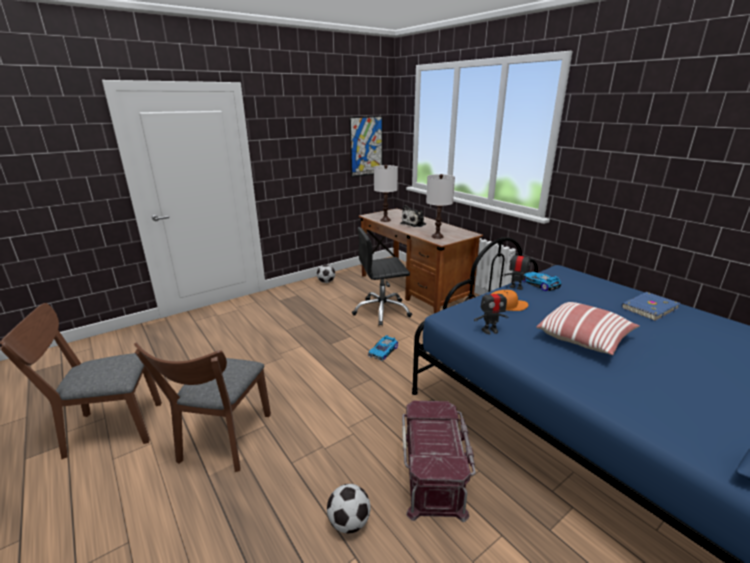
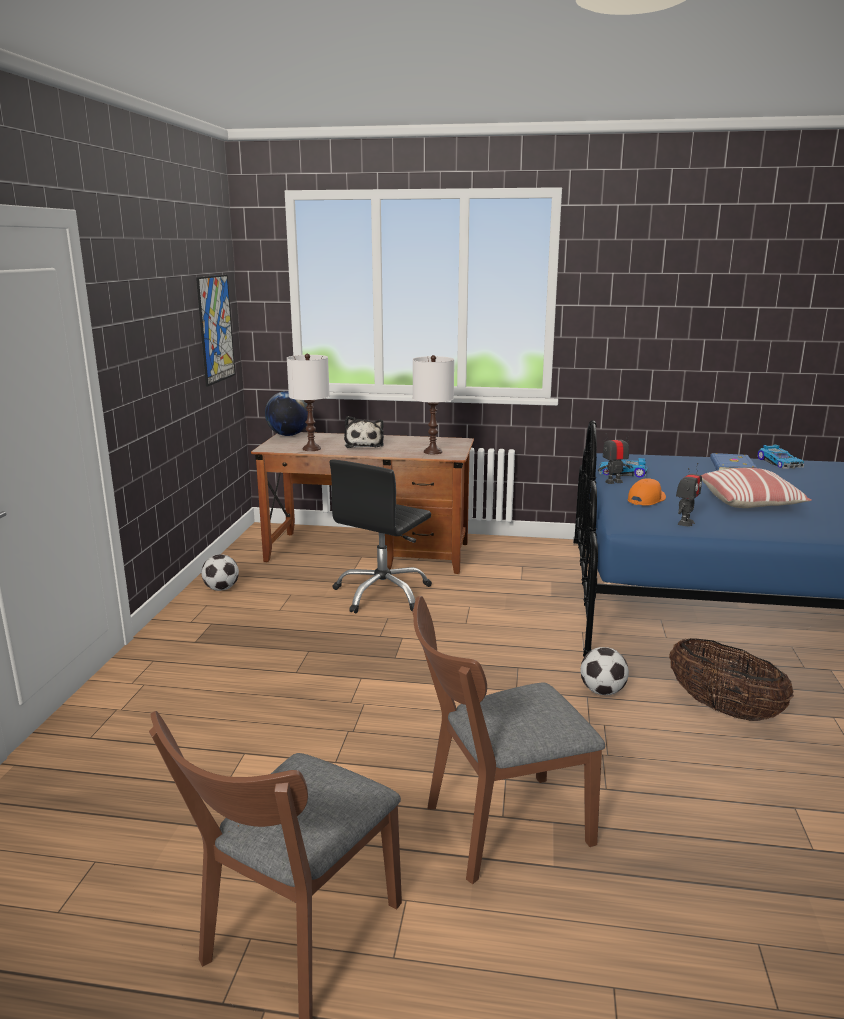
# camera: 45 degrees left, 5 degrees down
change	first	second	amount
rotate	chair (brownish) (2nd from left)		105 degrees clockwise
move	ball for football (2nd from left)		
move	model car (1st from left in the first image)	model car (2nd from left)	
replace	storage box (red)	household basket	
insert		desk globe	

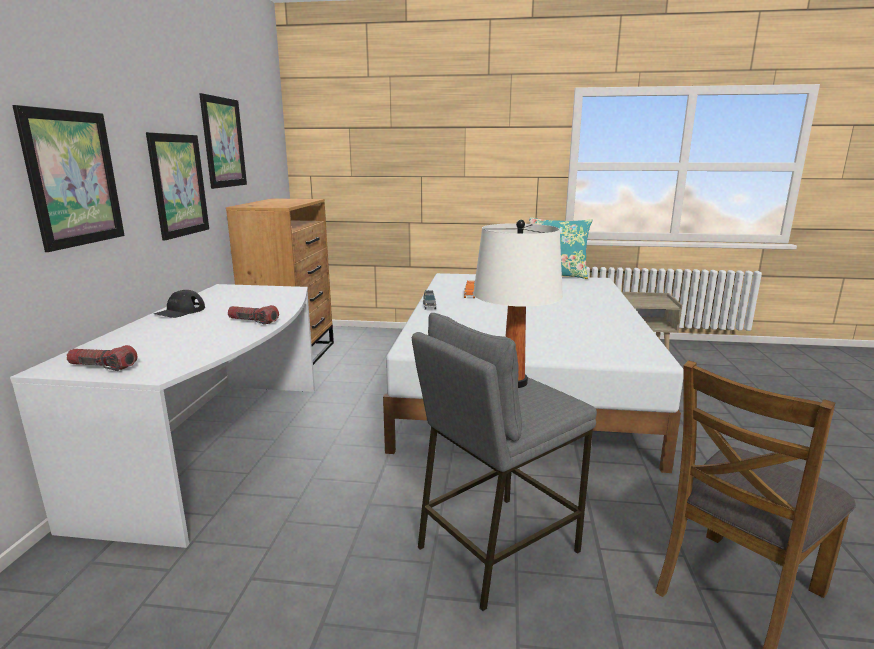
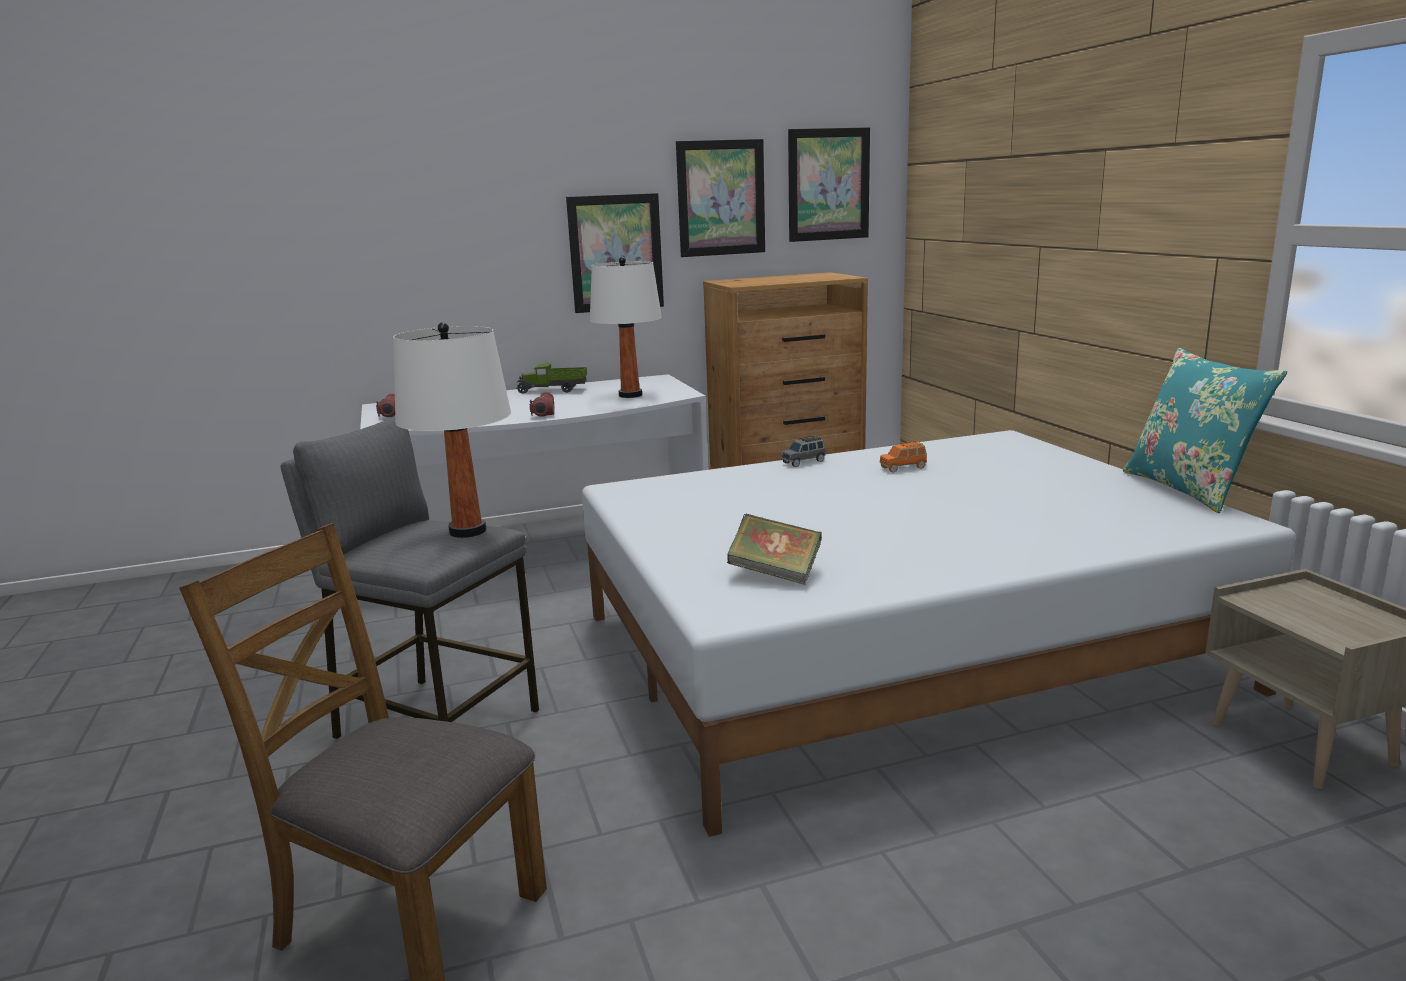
# camera: 65 degrees right, 0 degrees up
change	first	second	amount
move	picture (1st from left in the first image)	picture (3rd from left)	
replace	cap (blackish)	model truck	
insert		lamp for a table (white) (2nd from left)	
insert		bound book	

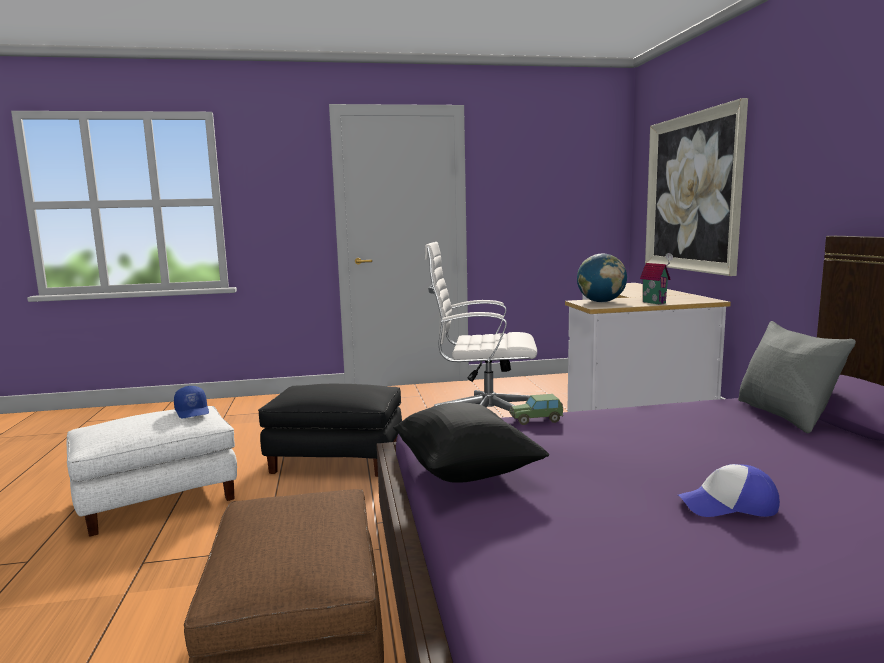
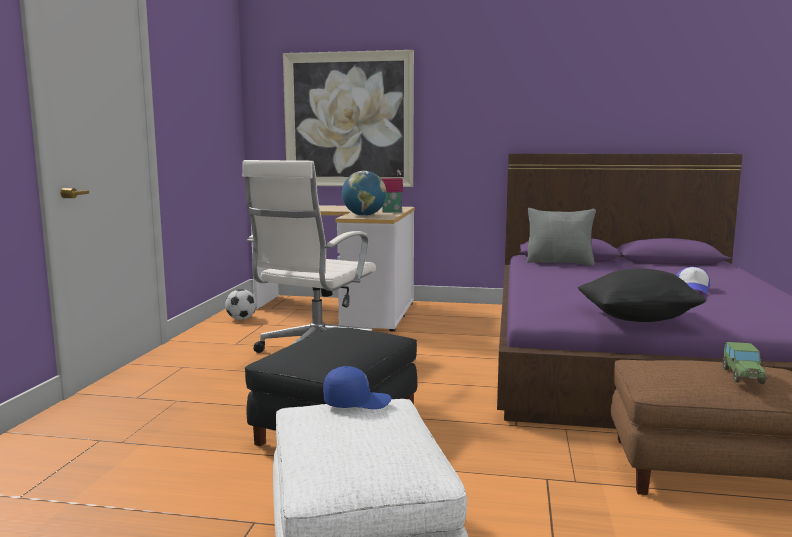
# camera: 70 degrees left, 0 degrees up
change	first	second	amount
move	model car		
insert		ball for football	

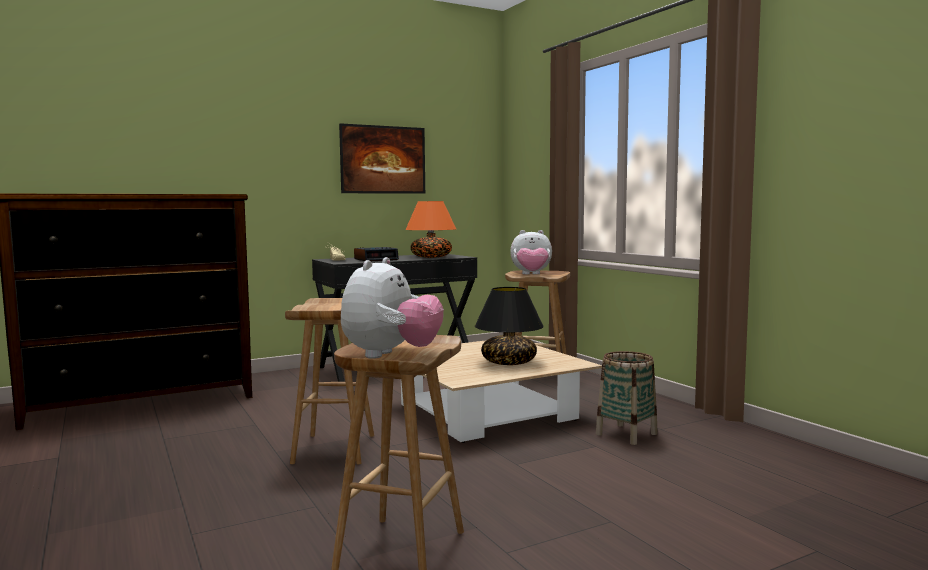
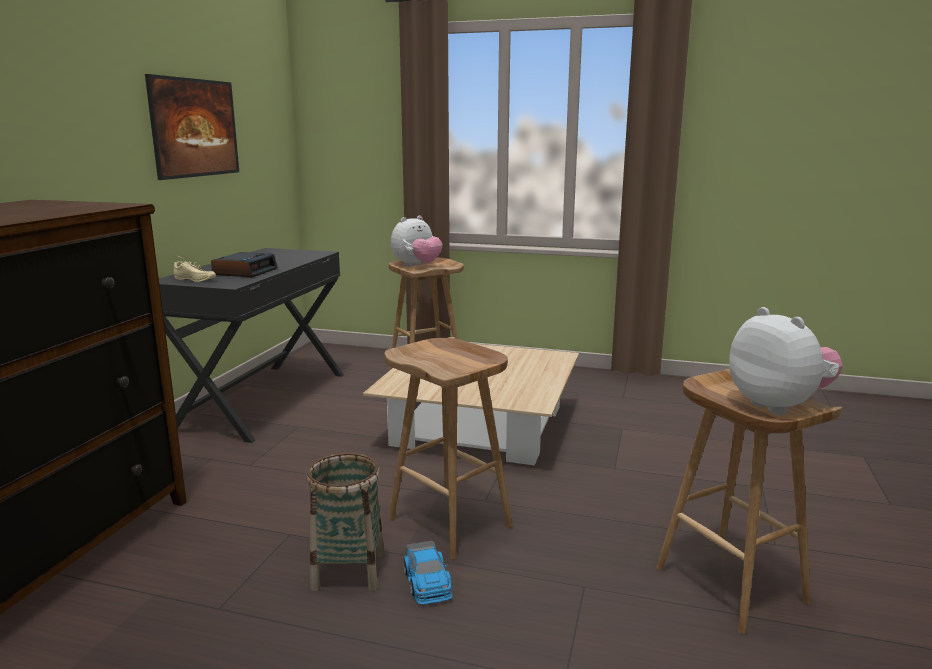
# camera: 45 degrees left, 10 degrees up
change	first	second	amount
delete	lamp for a table (orangey)		
delete	lamp for a table (blackish)		
move	household basket		
insert		model car	

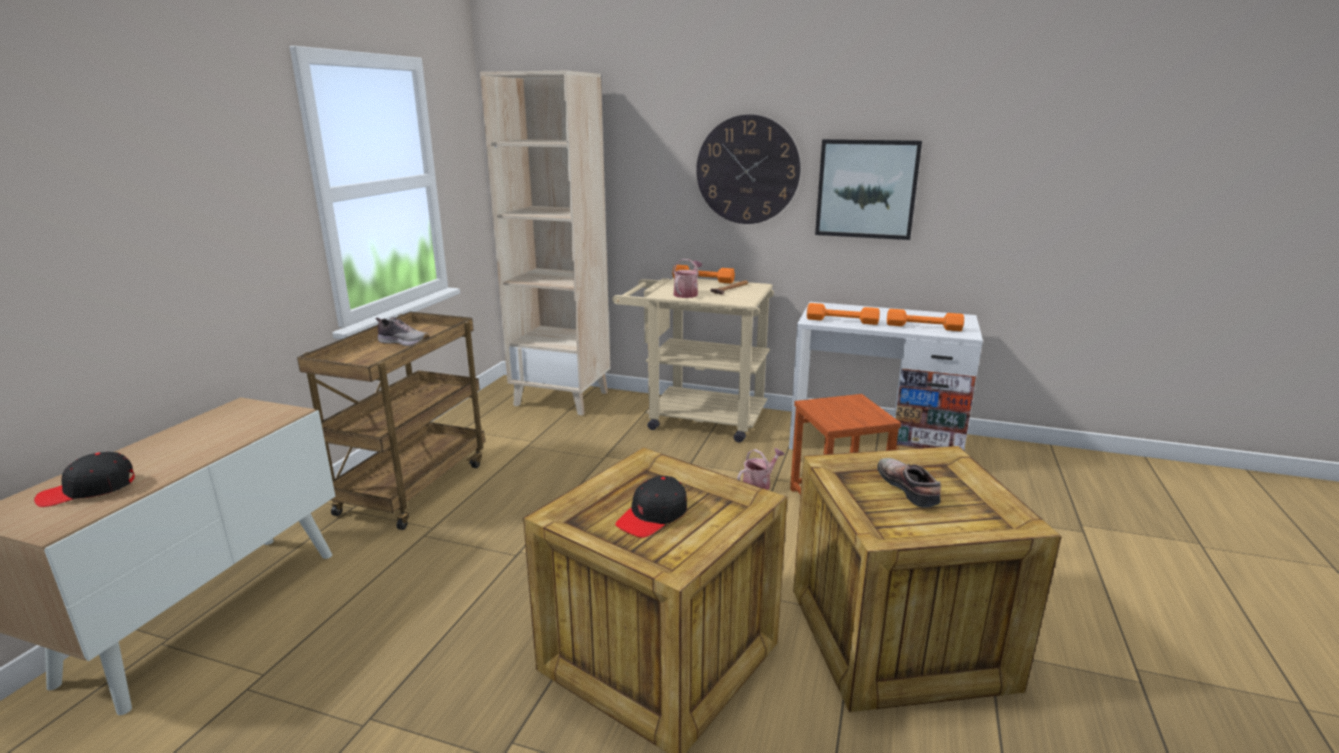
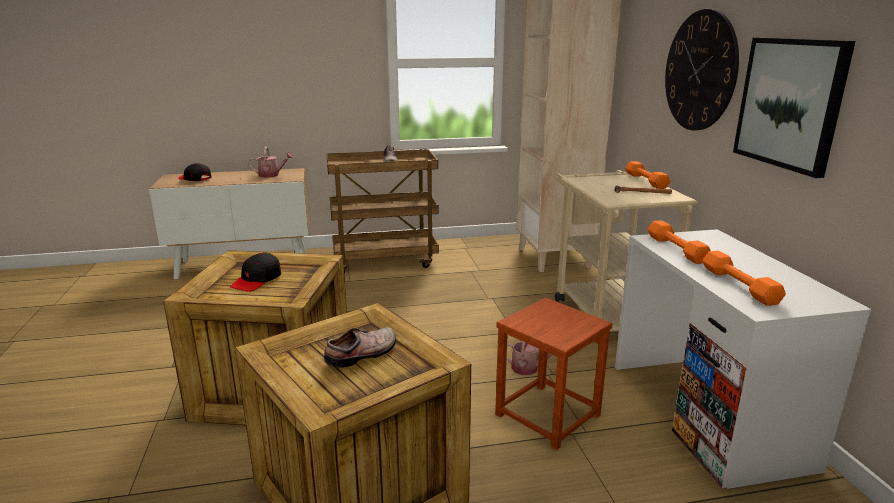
# camera: 60 degrees right, 0 degrees up
change	first	second	amount
rotate	cap (blackish) (2nd from left)		75 degrees counterclockwise
move	watering can (1st from left)		

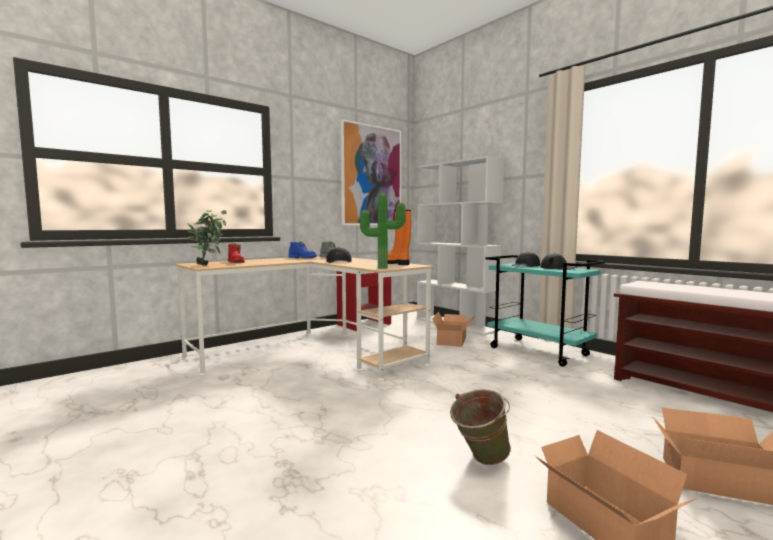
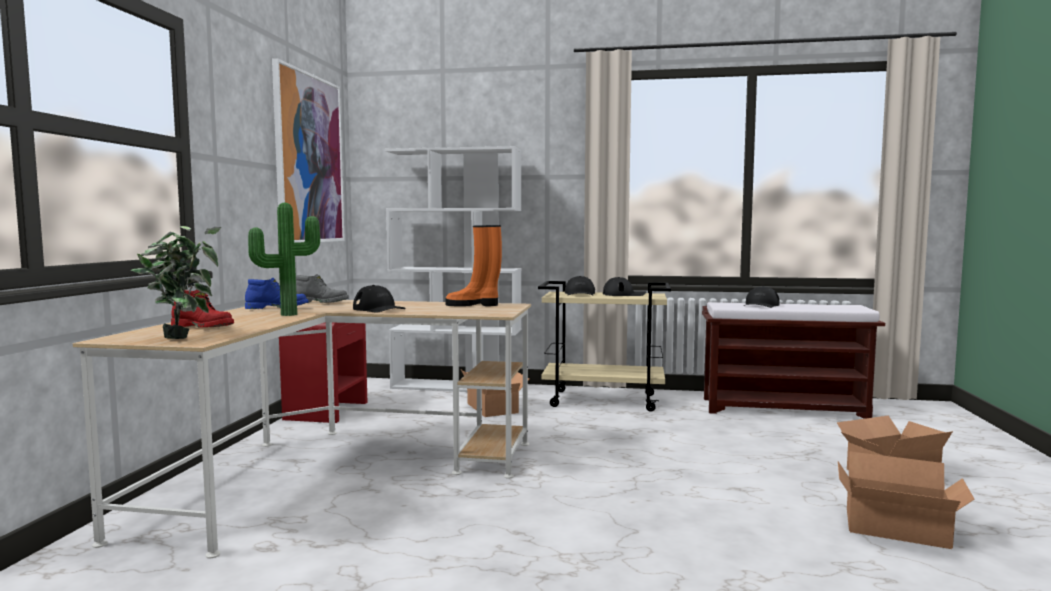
# camera: 40 degrees left, 0 degrees up
change	first	second	amount
move	plant in a pot (2nd from left)		
delete	water bucket (greenish)		
recolor	trolley (blue-green)	trolley (beige-coloured)	
insert		cap (blackish) (4th from left)	

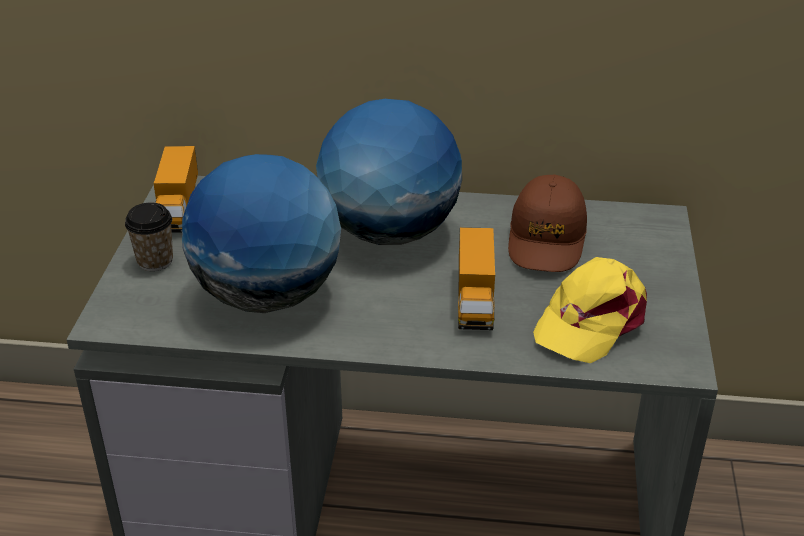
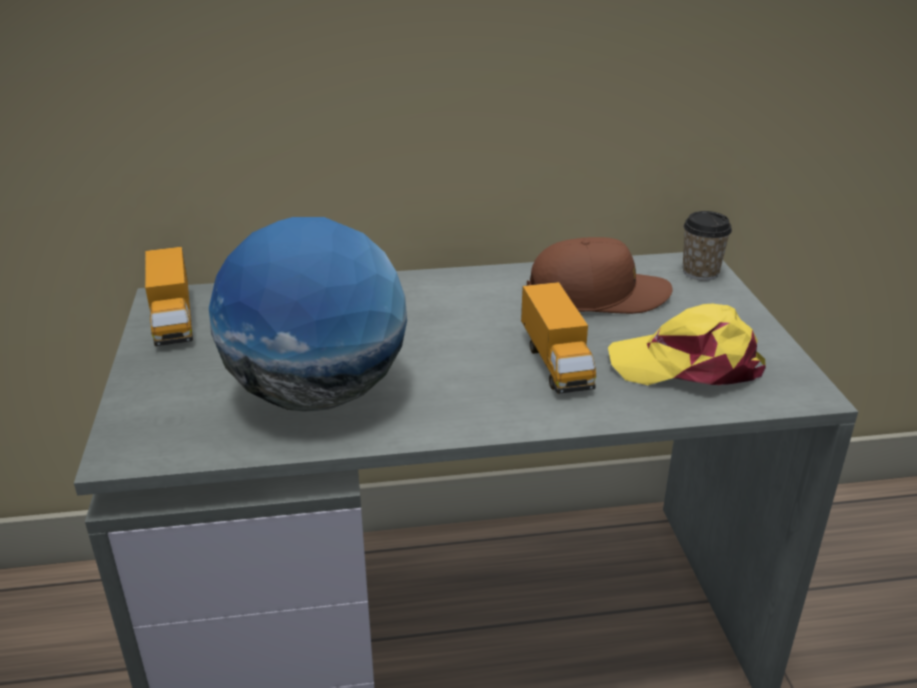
# camera: 15 degrees left, 5 degrees down
change	first	second	amount
move	drinking cup		
delete	desk globe (2nd from left)		
rotate	cap (brownish)		90 degrees counterclockwise
rotate	cap (yellow)		75 degrees clockwise

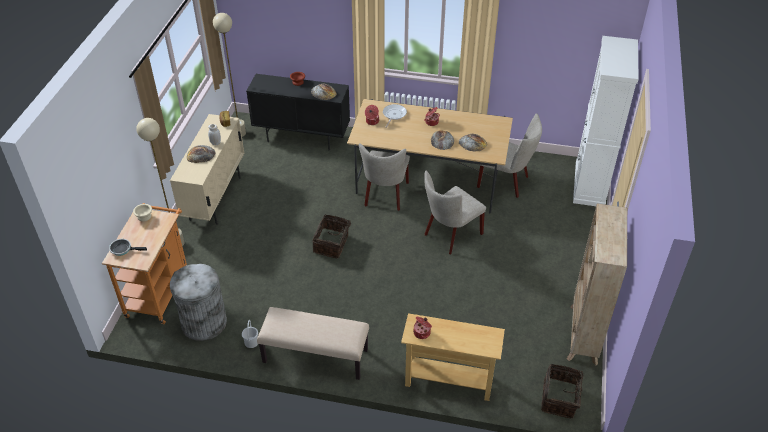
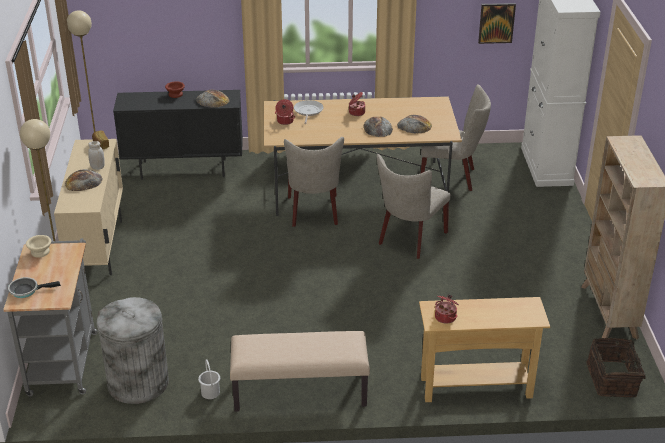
# camera: 15 degrees left, 10 degrees down
change	first	second	amount
recolor	trolley (orangey)	trolley (gray)	
delete	household basket (1st from left)		
insert		picture	

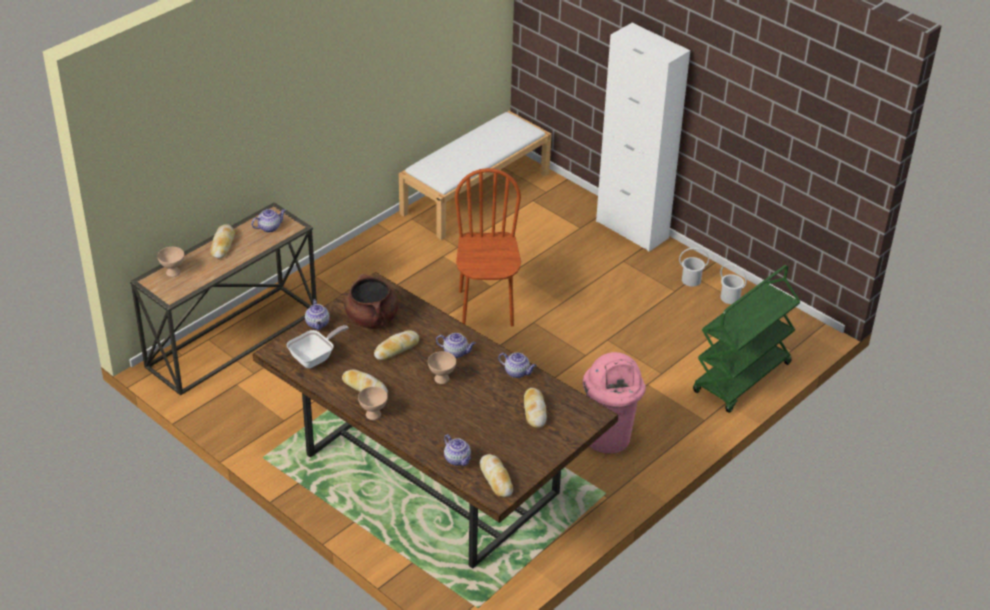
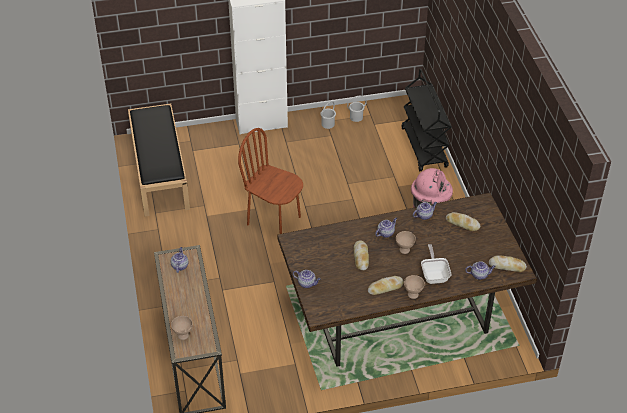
# camera: 55 degrees left, 5 degrees up
change	first	second	amount
delete	bread (1st from left)		
move	skillet		
delete	stockpot (brownish)		
recolor	long seat (white)	long seat (blackish)	
recolor	trolley (greenish)	trolley (blackish)	

